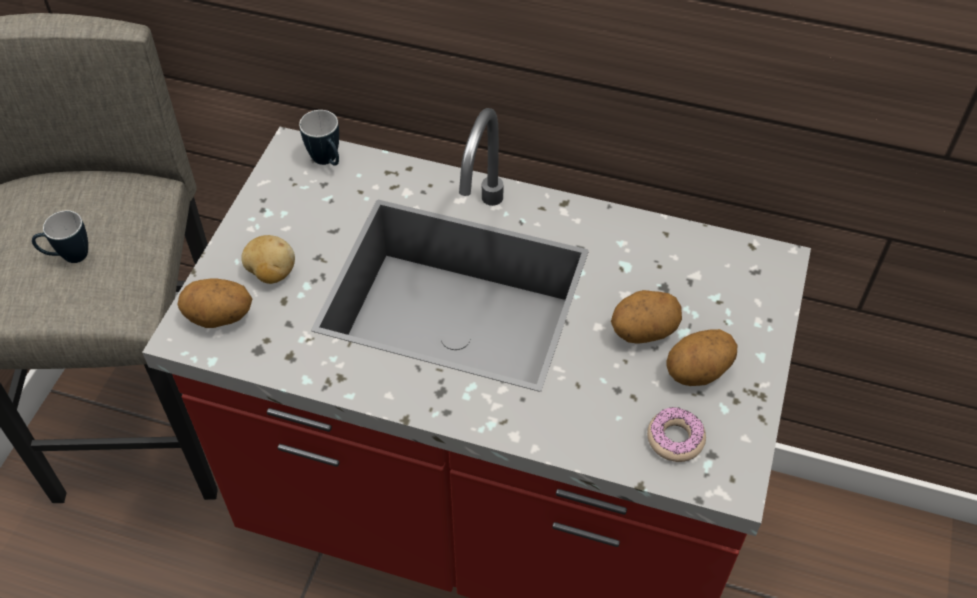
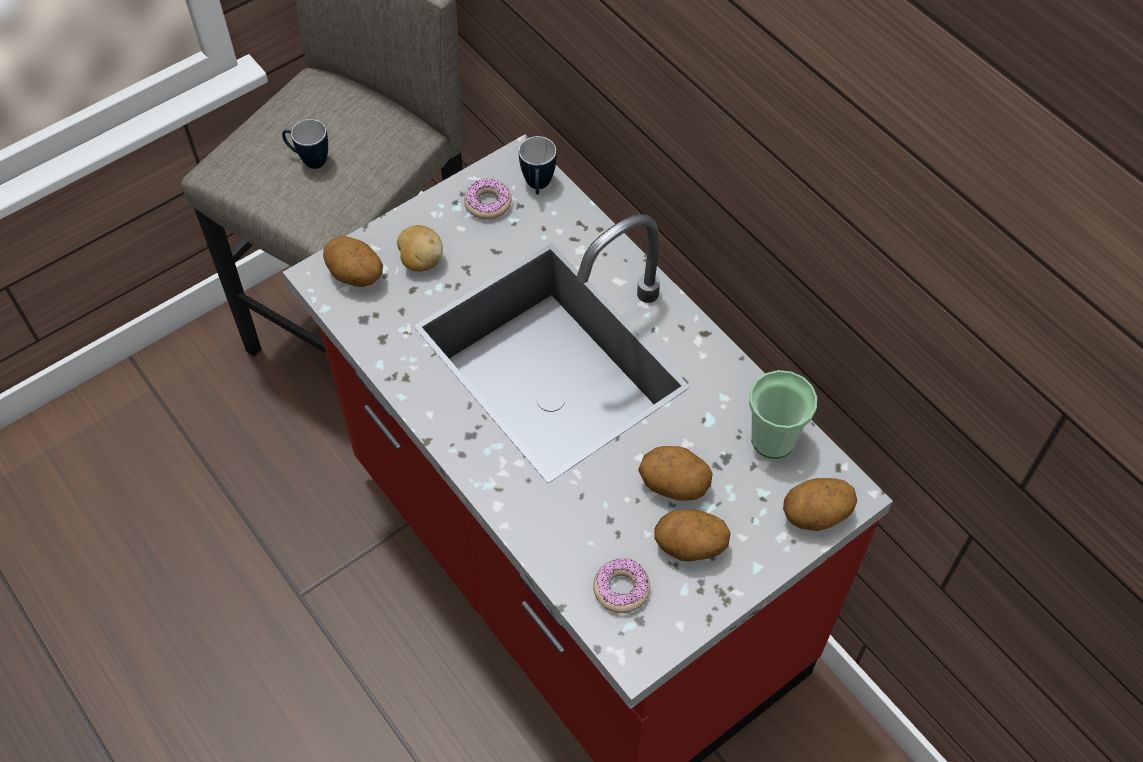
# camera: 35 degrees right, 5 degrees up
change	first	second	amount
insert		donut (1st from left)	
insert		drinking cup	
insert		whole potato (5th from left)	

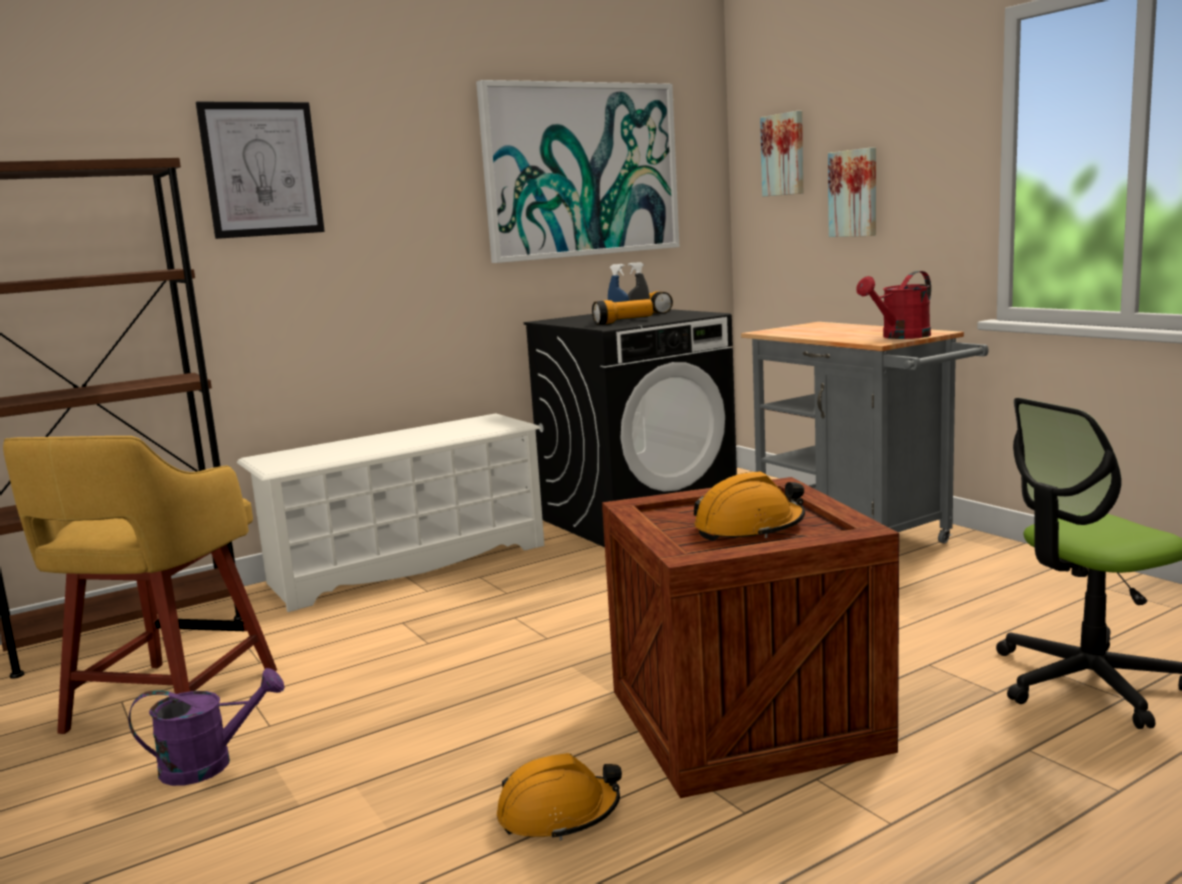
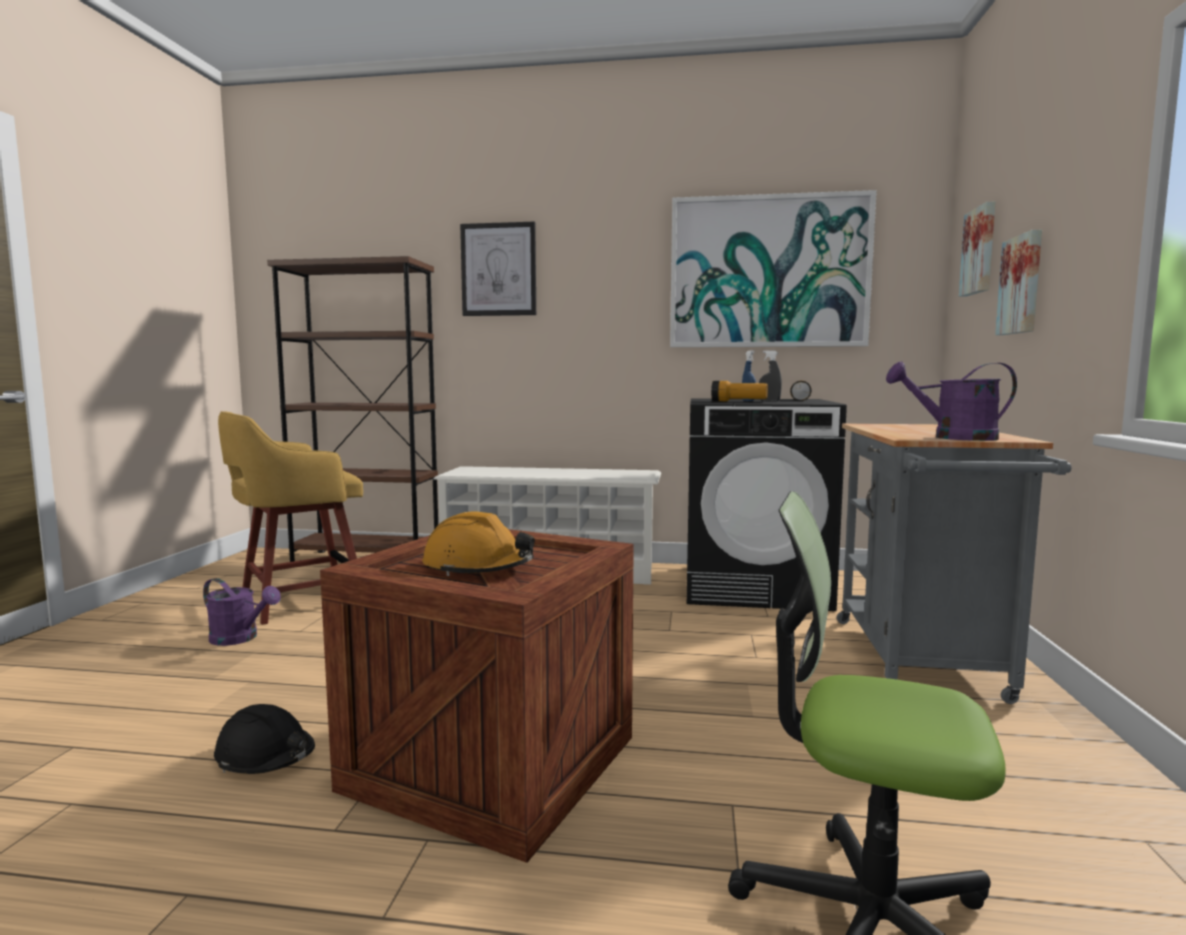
# camera: 40 degrees right, 5 degrees down
change	first	second	amount
recolor	work helmet (orangey) (1st from left)	work helmet (blackish)	
recolor	watering can (red)	watering can (purple) (2nd from left)	

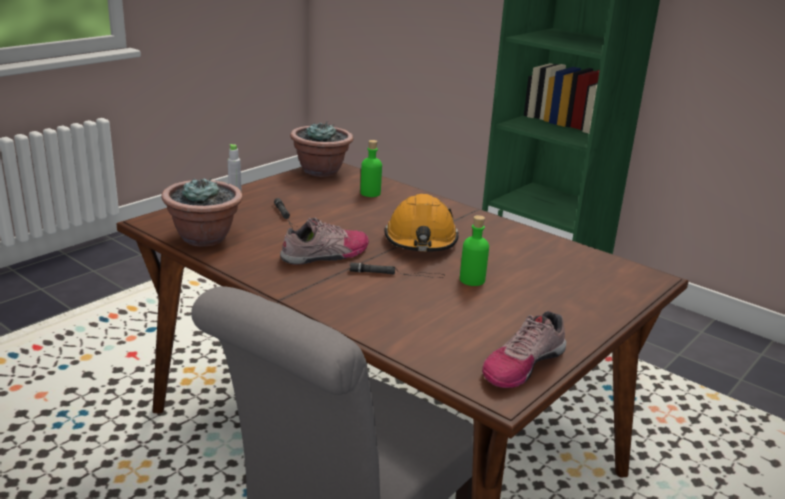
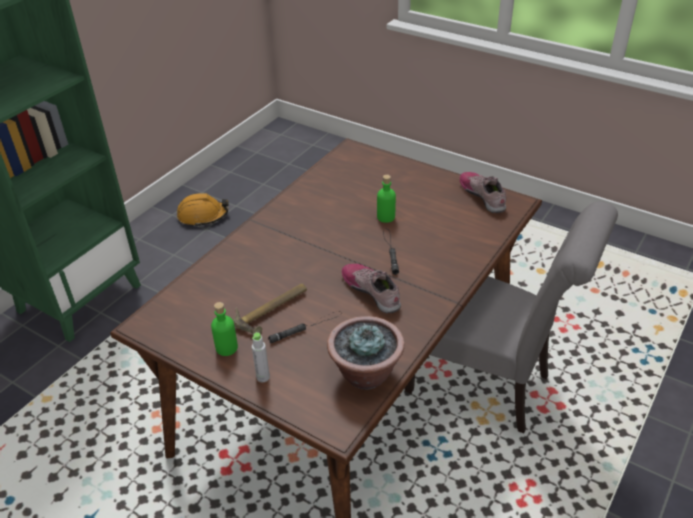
# camera: 95 degrees left, 15 degrees up
change	first	second	amount
delete	plant in a pot (2nd from left)		
move	beverage bottle (greenish) (1st from left)		
move	work helmet (orangey)		
rotate	low shoe (2nd from left)		150 degrees counterclockwise
insert		tool hammer	

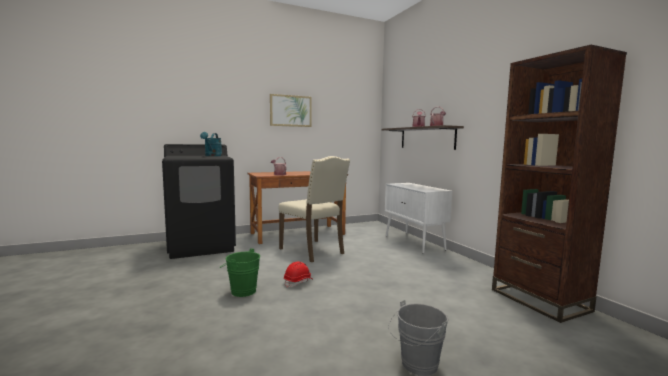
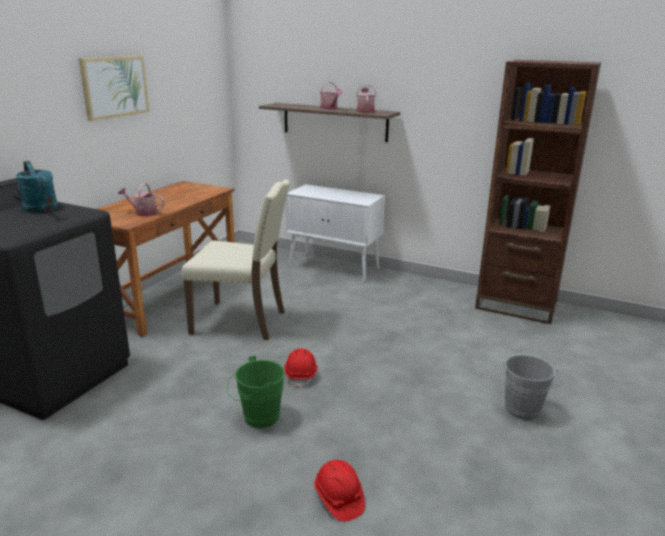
# camera: 40 degrees left, 15 degrees up
change	first	second	amount
insert		work helmet (red) (2nd from left)	

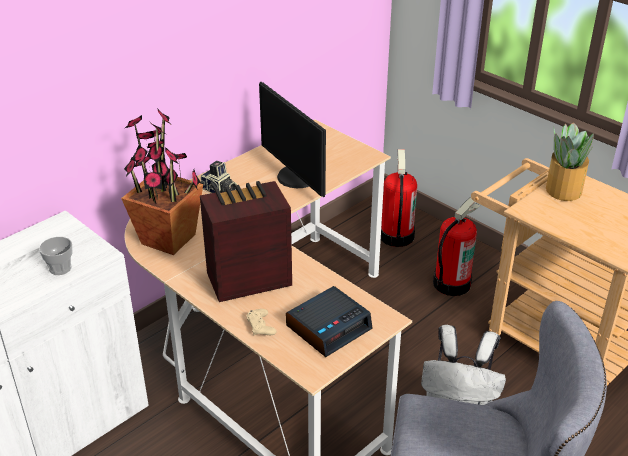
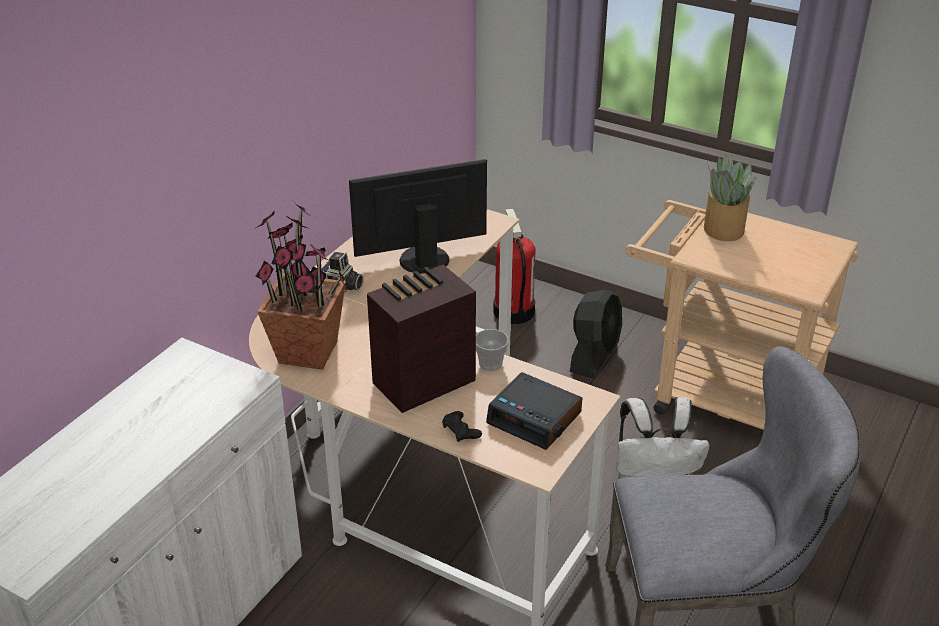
# camera: 15 degrees left, 0 degrees up
change	first	second	amount
move	drinking cup		
recolor	joypad (beige-coloured)	joypad (blackish)	
rotate	computer screen		120 degrees clockwise
rotate	bedside clock		90 degrees clockwise
replace	extinguisher (2nd from left)	fan (blackish)	

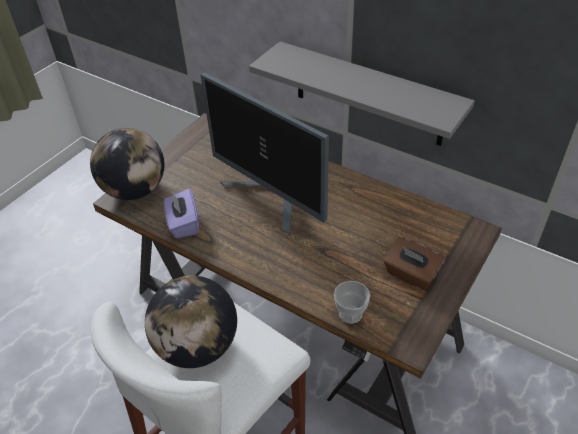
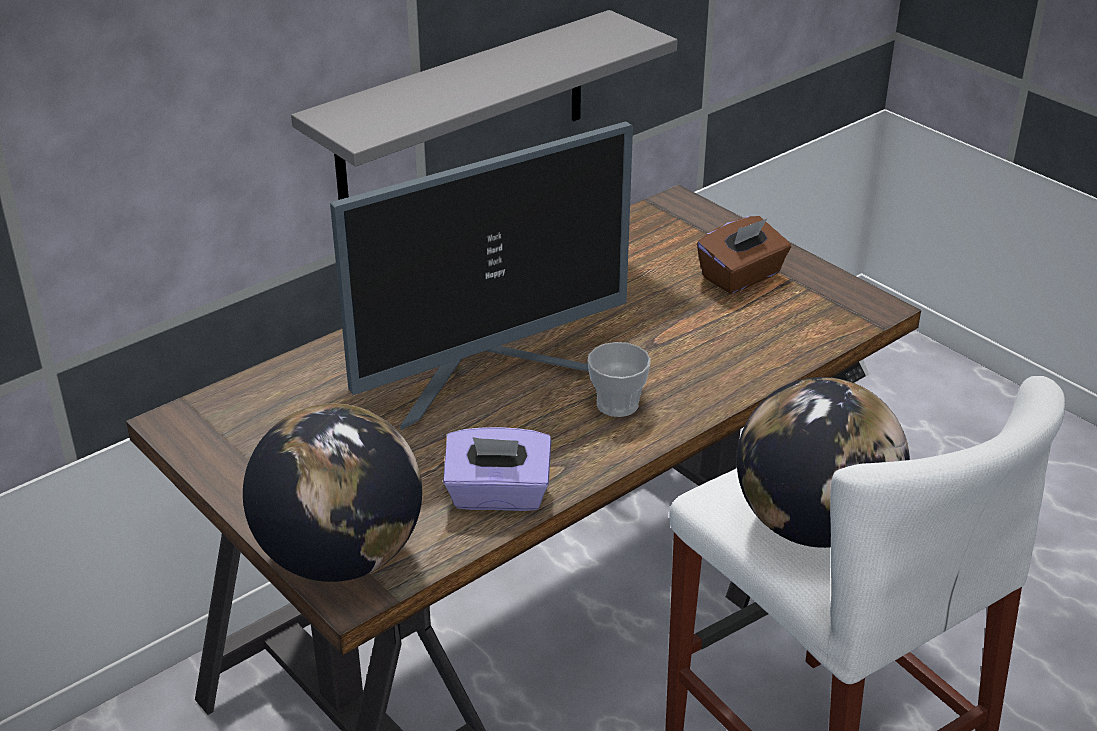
# camera: 75 degrees left, 10 degrees down
change	first	second	amount
move	drinking cup		

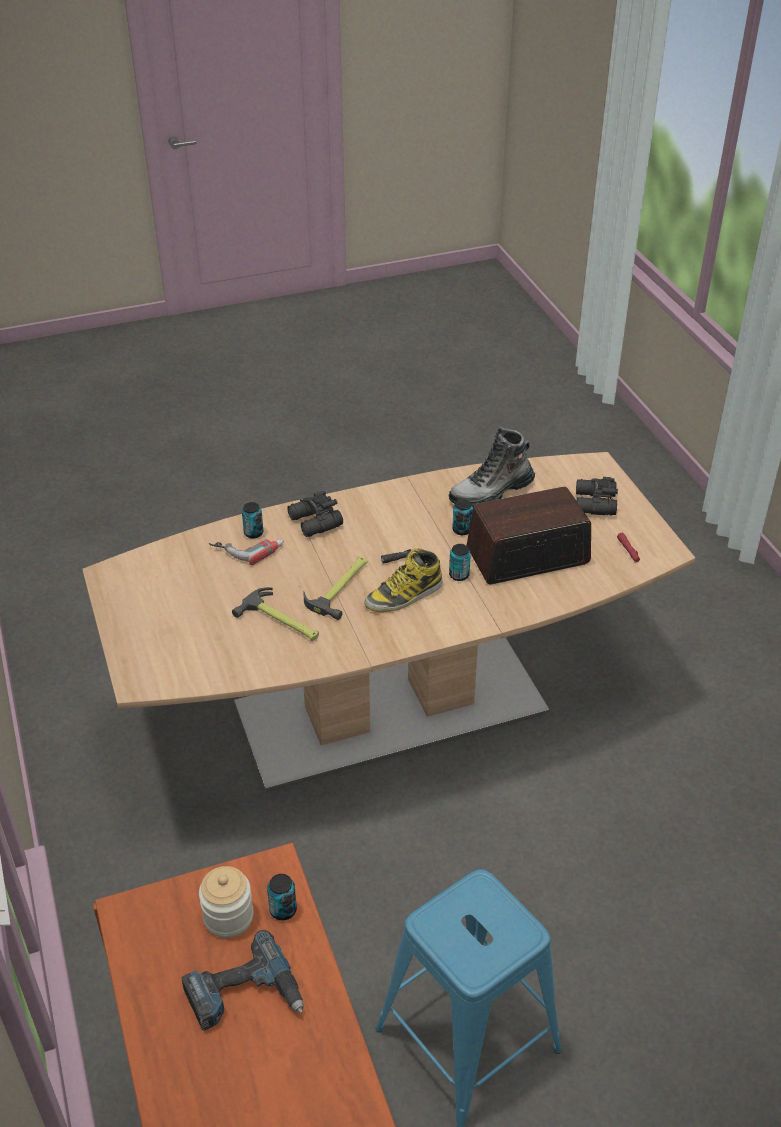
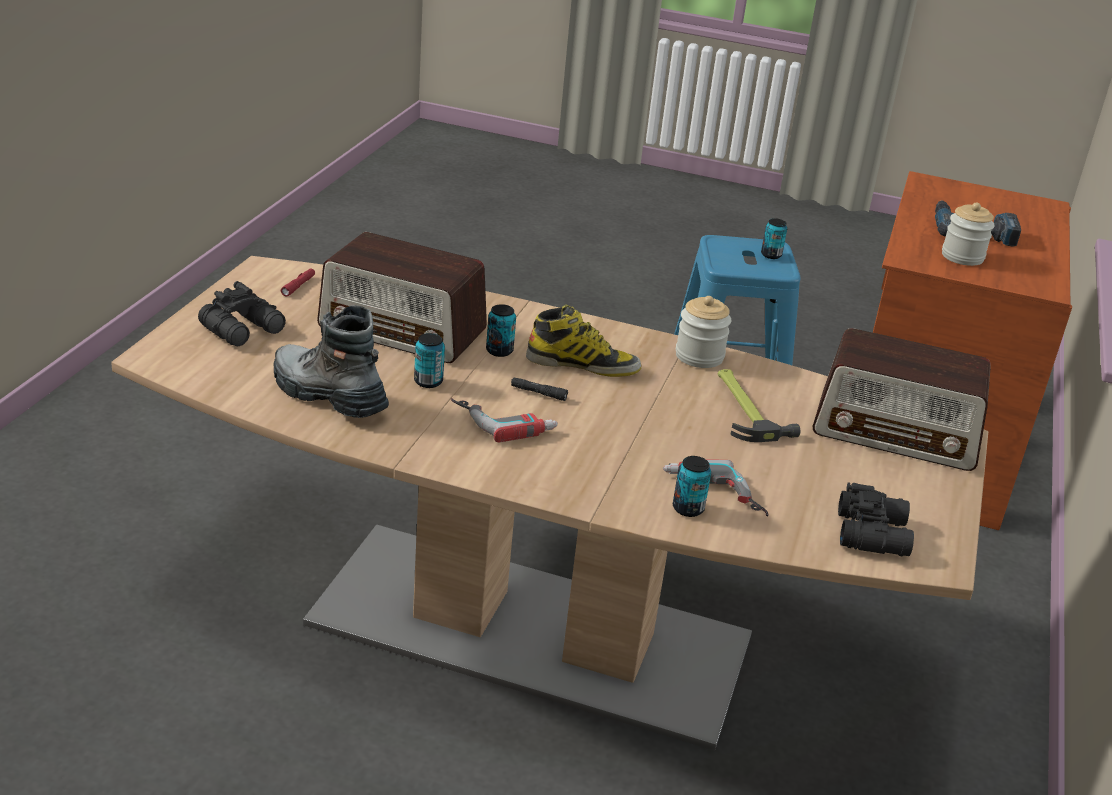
# camera: 145 degrees left, 10 degrees down
change	first	second	amount
move	sealed can (2nd from left in the first image)	sealed can (4th from left)	
move	field glasses (blackish) (1st from left in the first image)	field glasses (blackish) (2nd from left)	
delete	tool hammer (2nd from left)		
rotate	boot (2nd from left in the first image)	boot (1st from left)	150 degrees counterclockwise
insert		drill (1st from left)	
insert		preserve jar (1st from left)	
insert		radio receiver (2nd from left)	

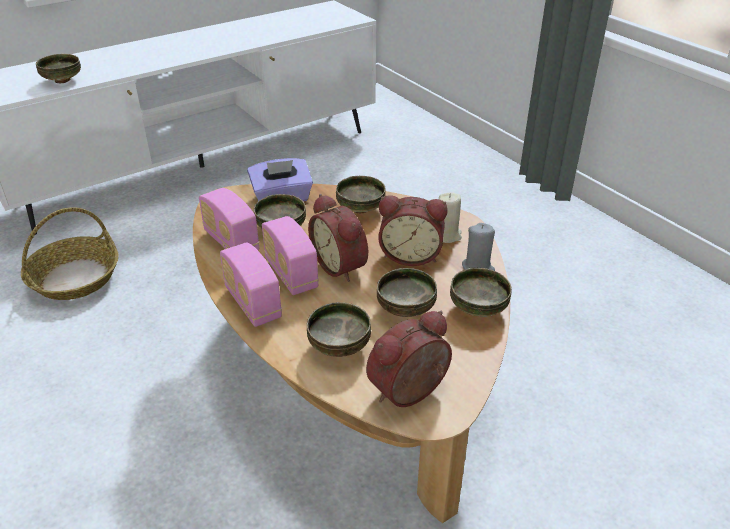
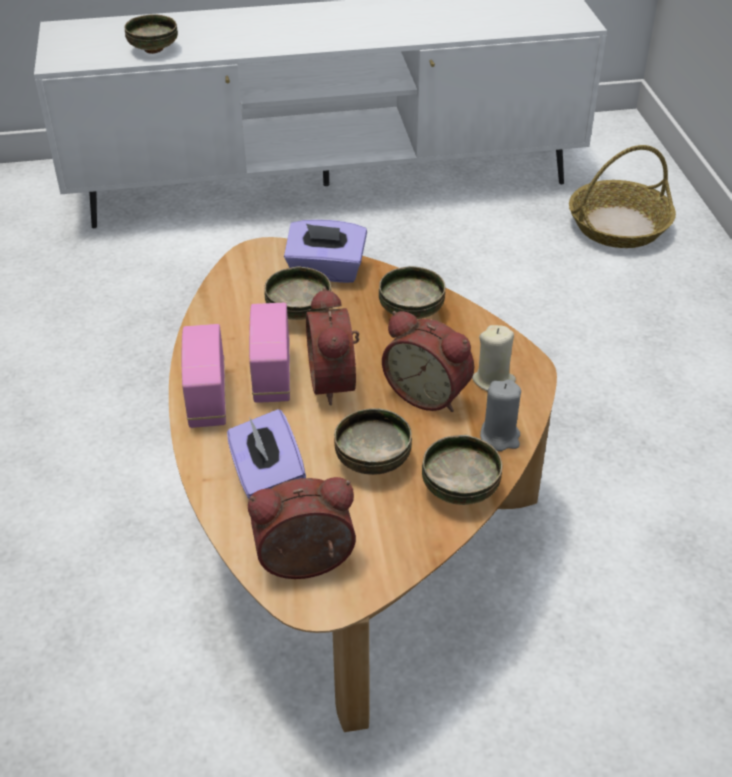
# camera: 25 degrees right, 5 degrees up
change	first	second	amount
move	household basket		
delete	radio receiver (1st from left)		
replace	bowl (3rd from left)	box of tissues (purple) (1st from left)	

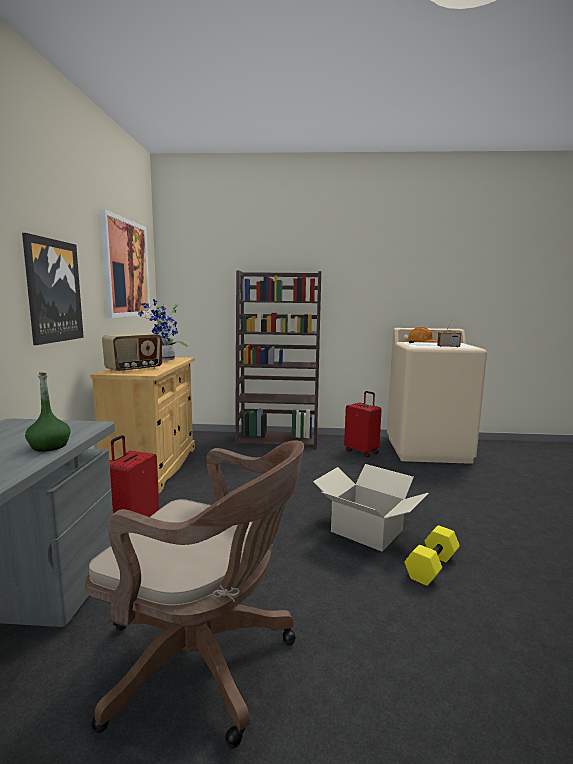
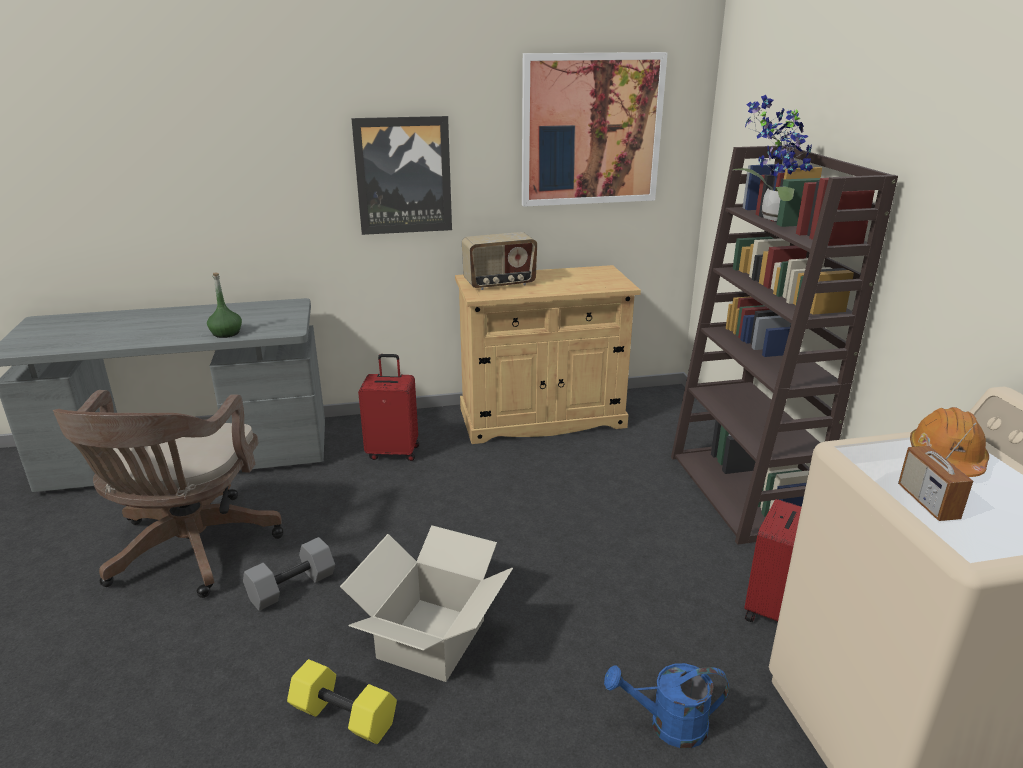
# camera: 75 degrees right, 15 degrees up
change	first	second	amount
rotate	radio receiver (1st from left)		45 degrees counterclockwise
move	plant in a pot		
insert		hand weight (gray)	
insert		watering can (blue-coloured)	

